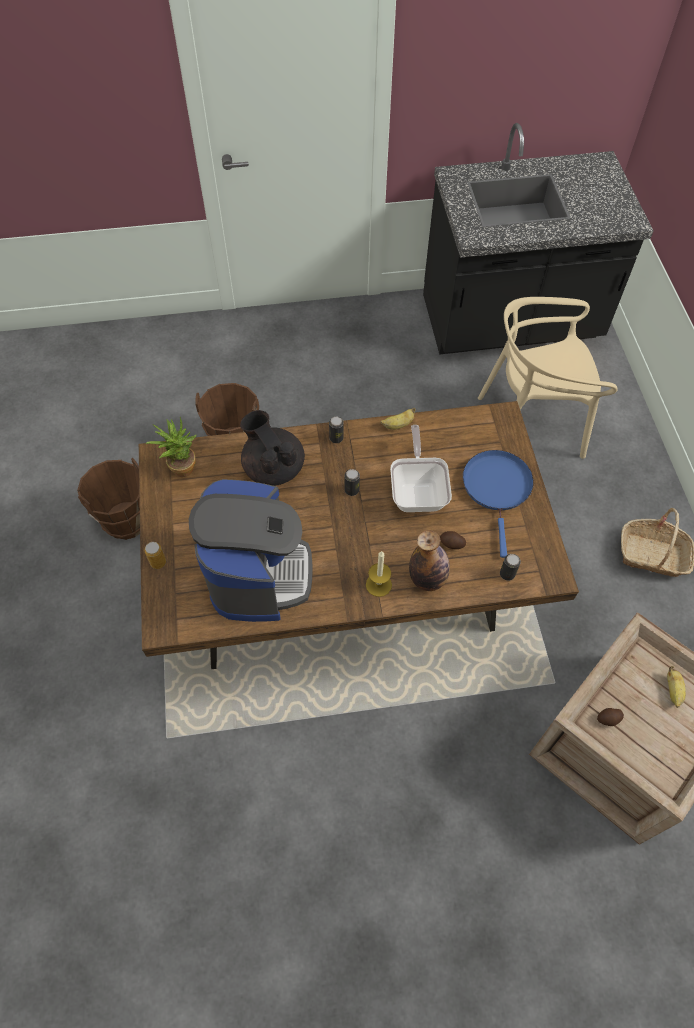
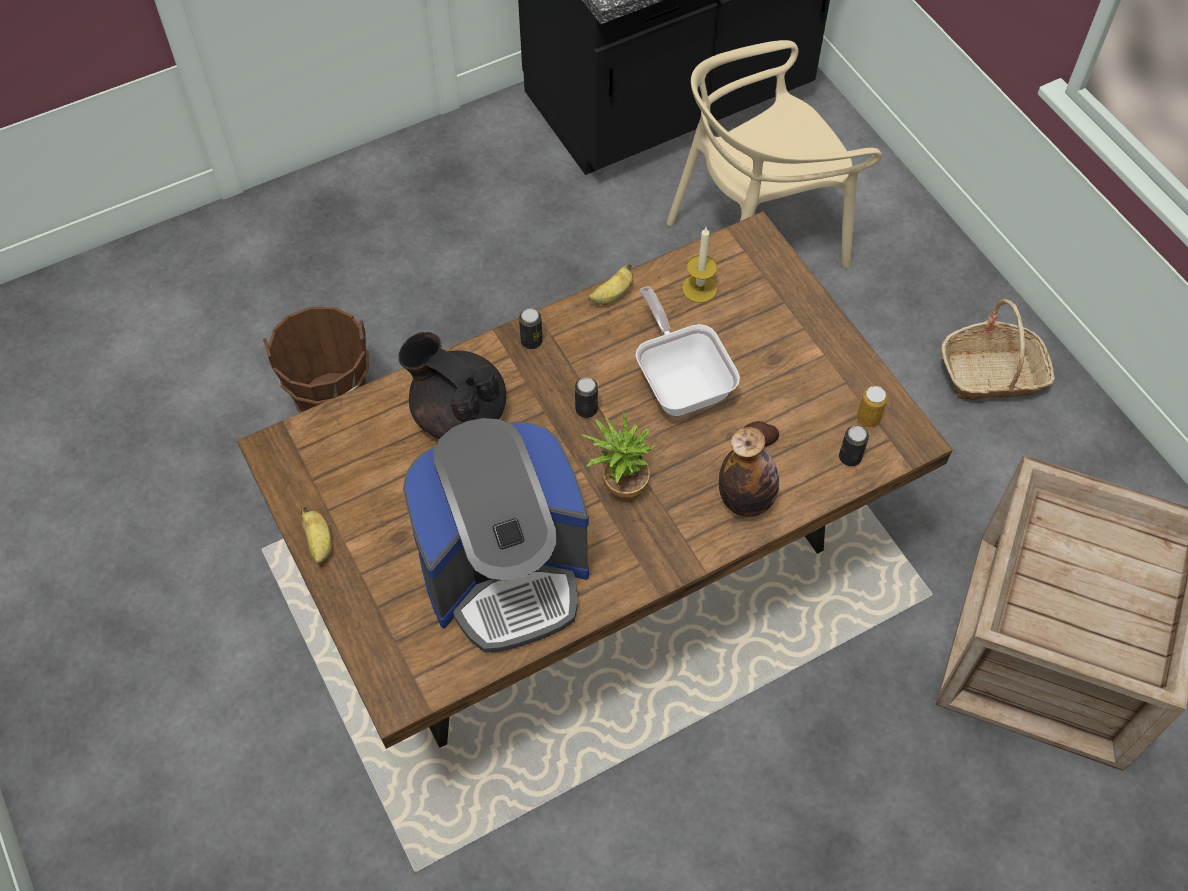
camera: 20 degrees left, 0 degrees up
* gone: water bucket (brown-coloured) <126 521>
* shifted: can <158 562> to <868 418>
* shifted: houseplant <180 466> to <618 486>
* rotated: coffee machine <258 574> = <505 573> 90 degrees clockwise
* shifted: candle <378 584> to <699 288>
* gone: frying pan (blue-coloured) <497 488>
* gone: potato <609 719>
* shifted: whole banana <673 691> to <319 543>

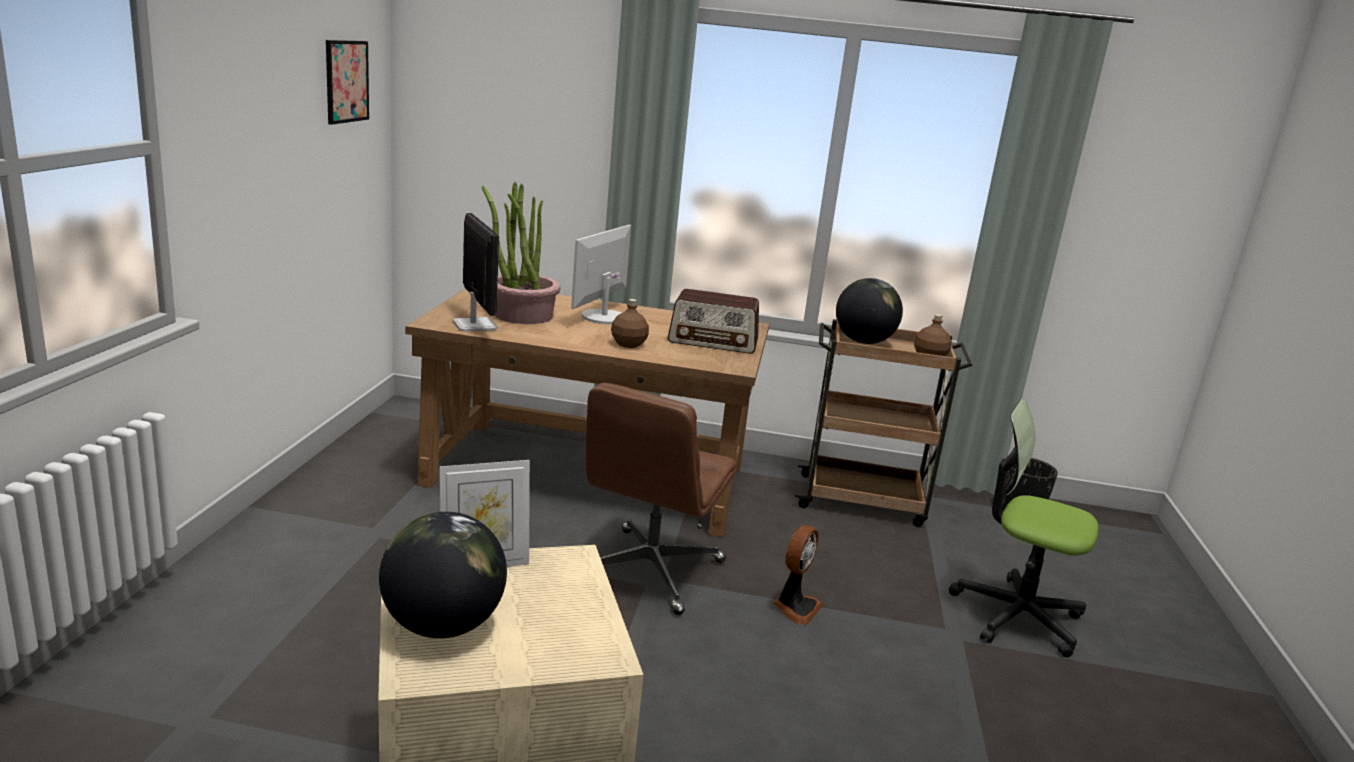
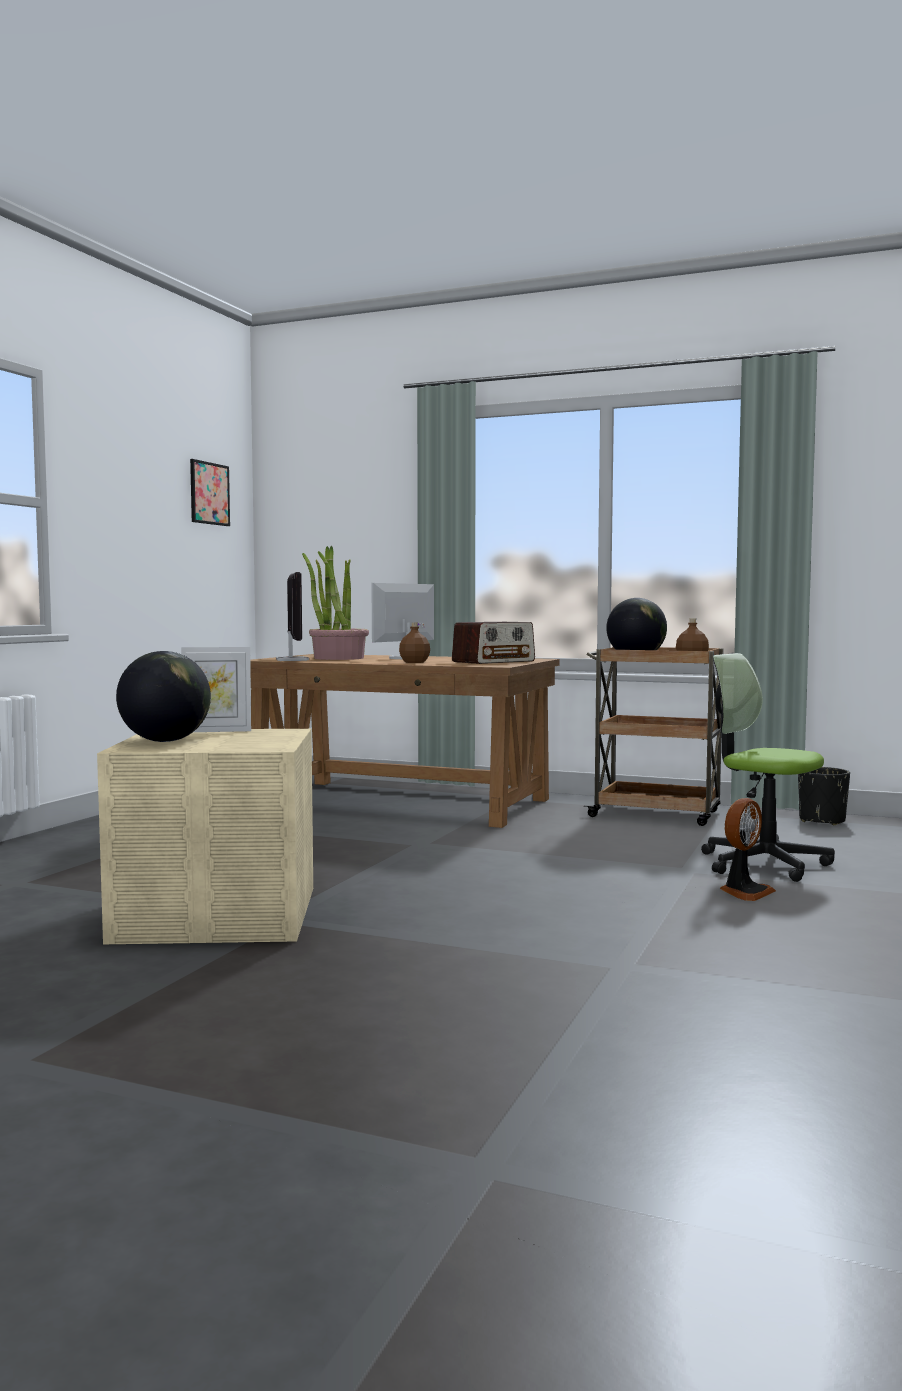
camera: 15 degrees right, 15 degrees down
* gone: office chair (brown-coloured) <649 571>
* rotated: radio receiver <713 341> = <494 661> 60 degrees counterclockwise
* shifted: cooling fan <795 607> to <744 892>

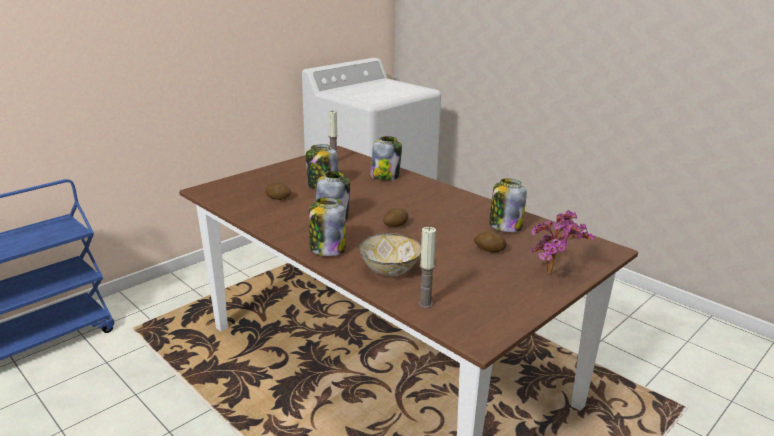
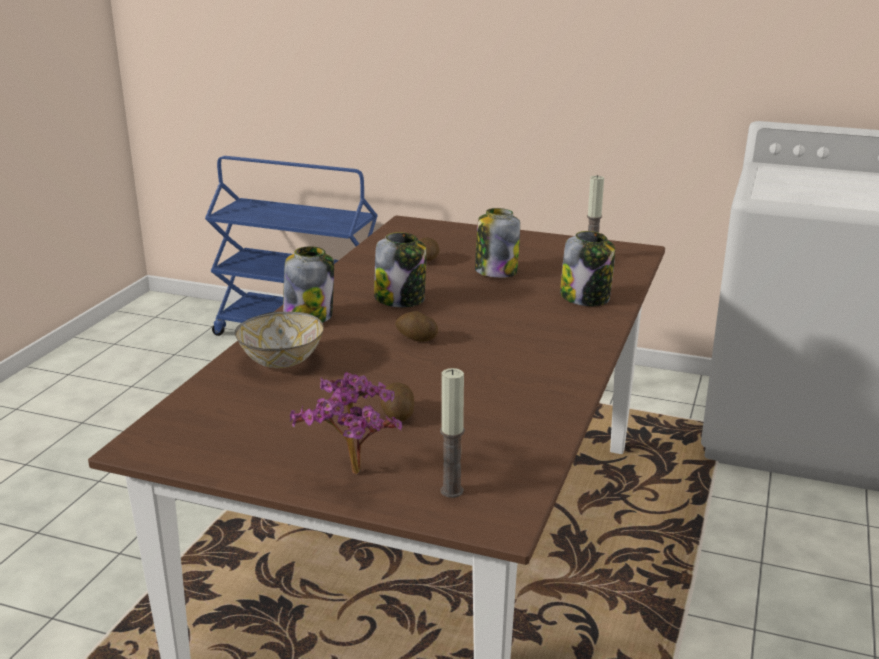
camera: 65 degrees right, 0 degrees up
* shifted: candle <425 304> to <452 491>
* gone: jar <505 226>

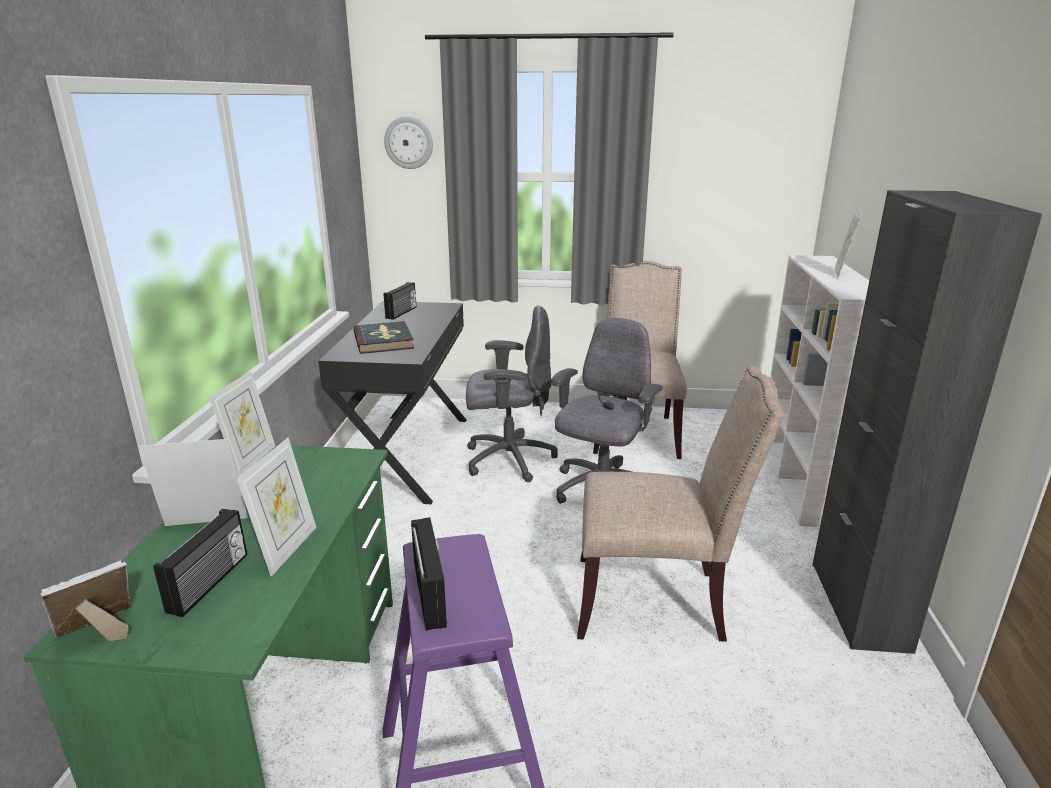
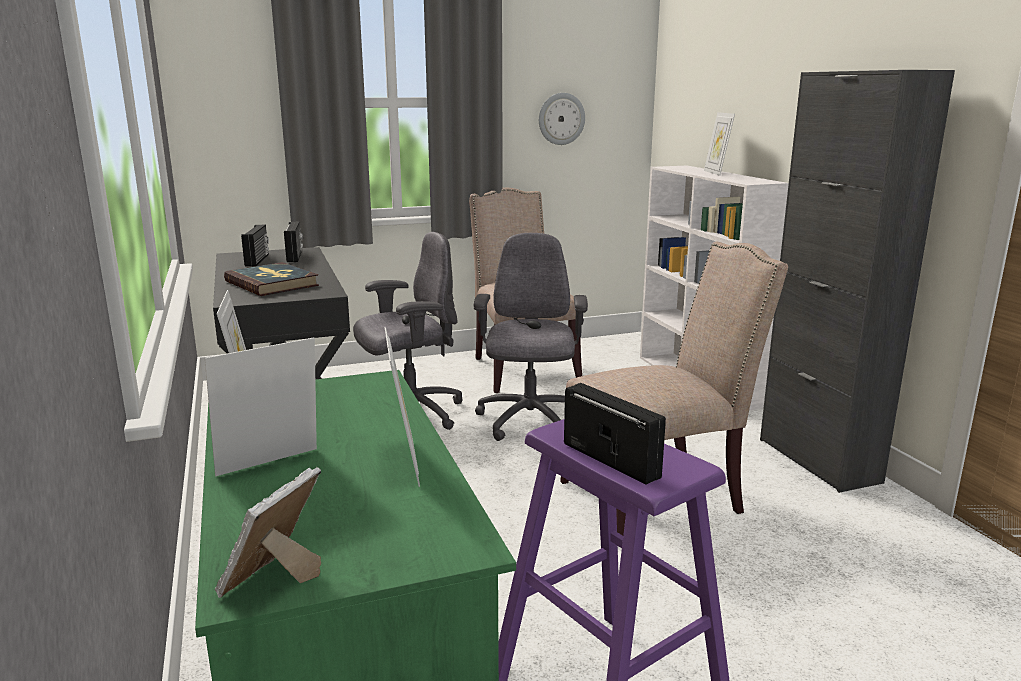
camera: 25 degrees left, 5 degrees down
* shifted: radio receiver <210 583> to <295 256>
* shifted: hanging clock <409 142> to <561 119>

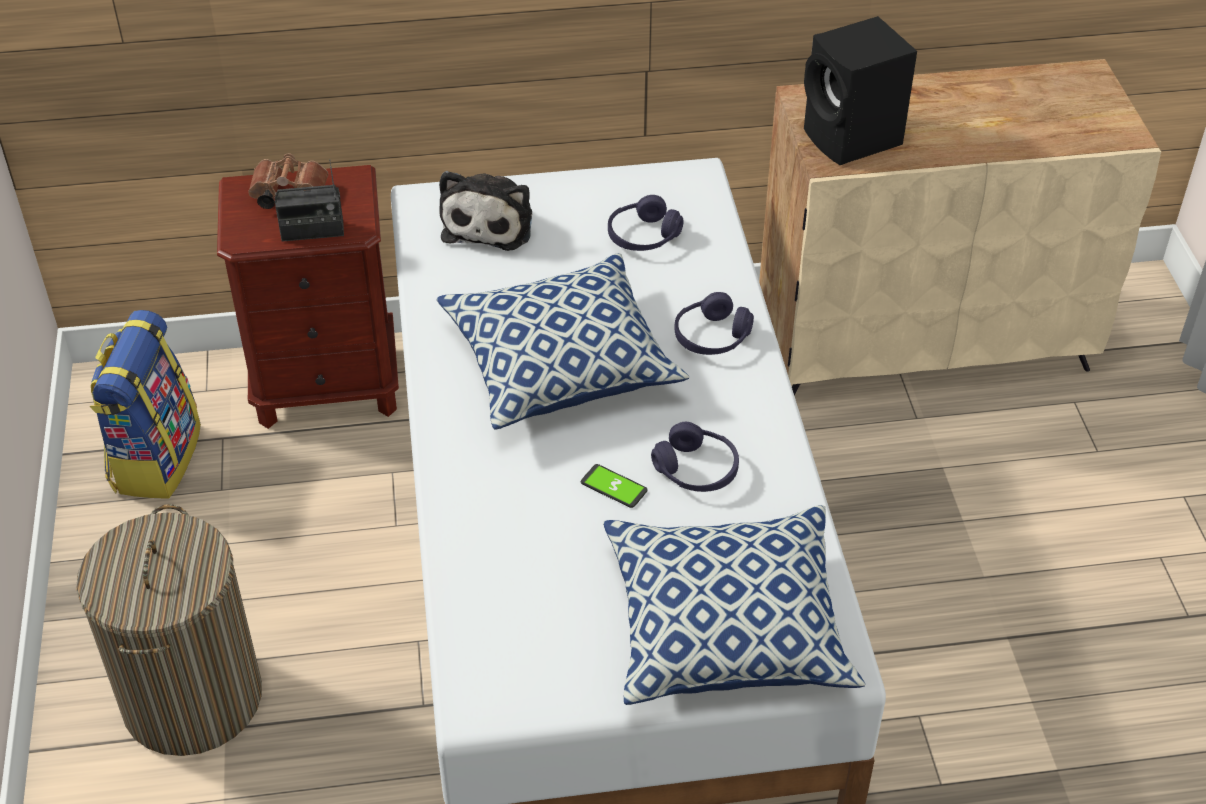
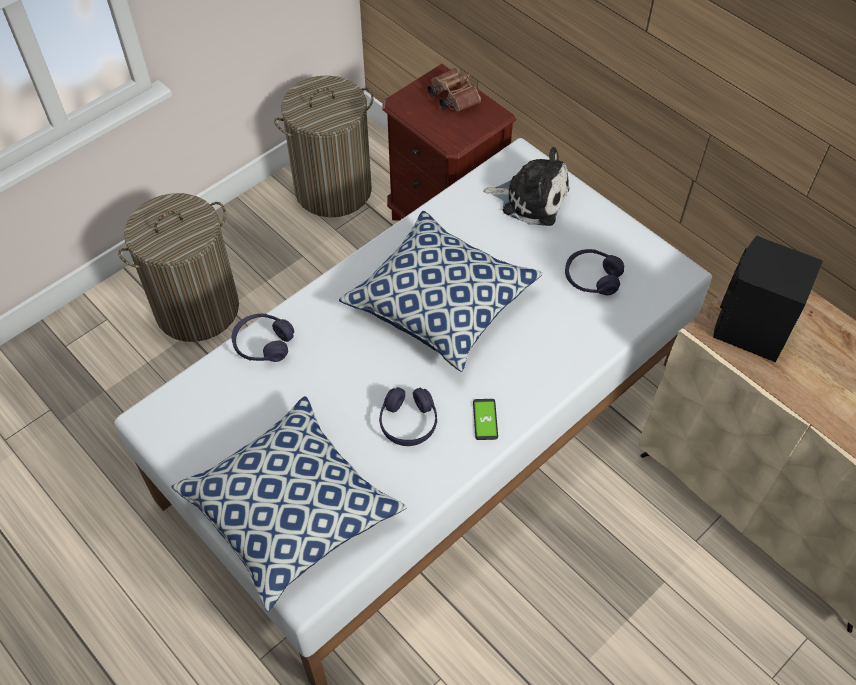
camera: 55 degrees right, 10 degrees up
* swapped: rucksack <155 458> to washing basket <333 189>
* gone: radio receiver <312 231>
* rotated: soft toy <490 223> = <531 198> 135 degrees counterclockwise
* shifted: handset <613 487> to <485 419>
* shifted: pair of headphones (purple-coloured) <711 337> to <263 344>

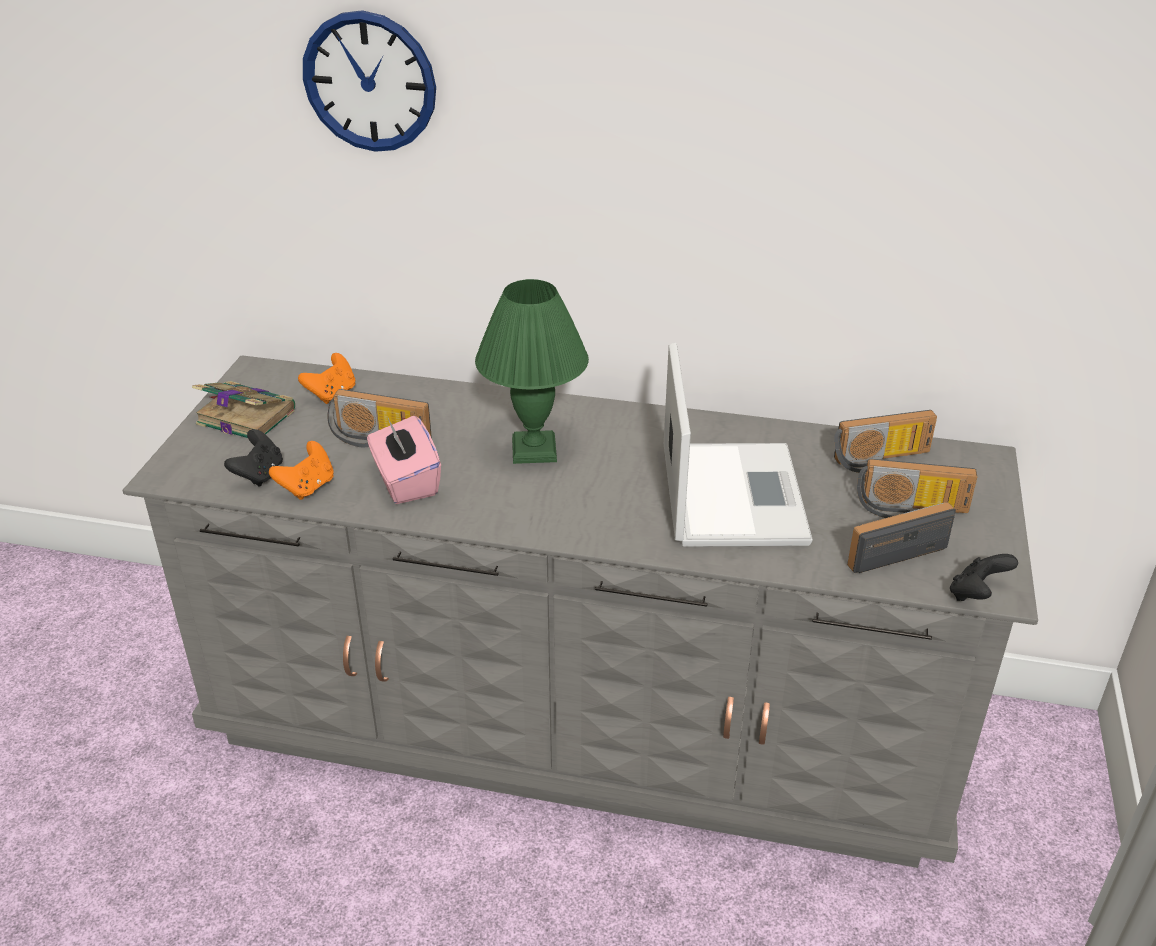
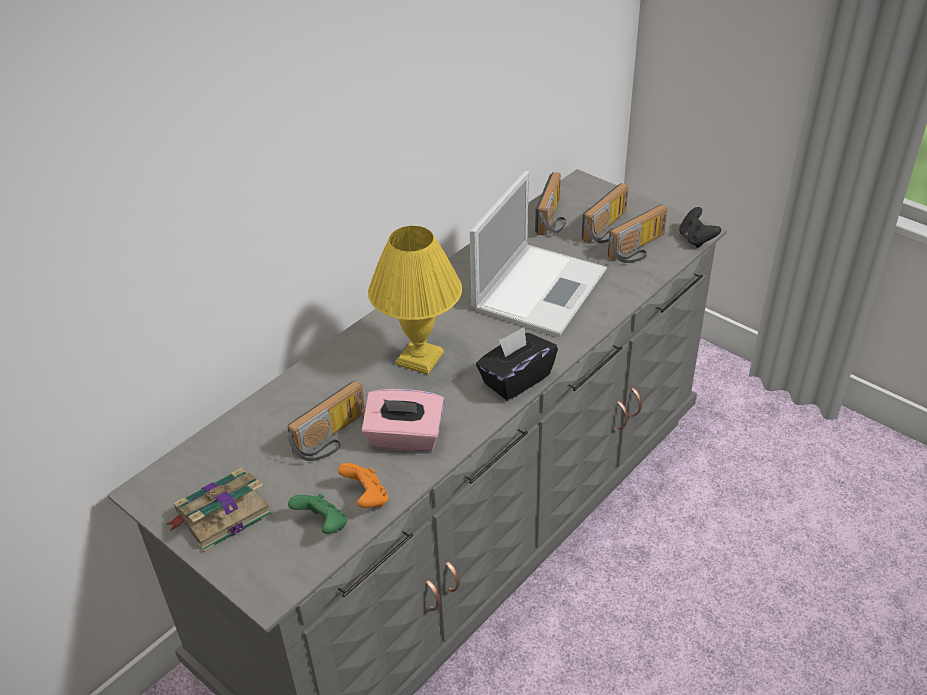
camera: 60 degrees left, 5 degrees up
* repainted: joypad (black-coloured) <259 474> to joypad (greenish) <323 525>
* gone: joypad (orange) <332 394>
* gone: hanging clock <369 82>
* repainted: tabletop lamp (greenish) <533 449> to tabletop lamp (yellow) <418 358>
* rotated: laptop <731 493> = <540 288> 90 degrees clockwise
* rotated: radio receiver <894 549> = <639 249> 135 degrees counterclockwise
* new: tissue box (black-coloured) <516 379>

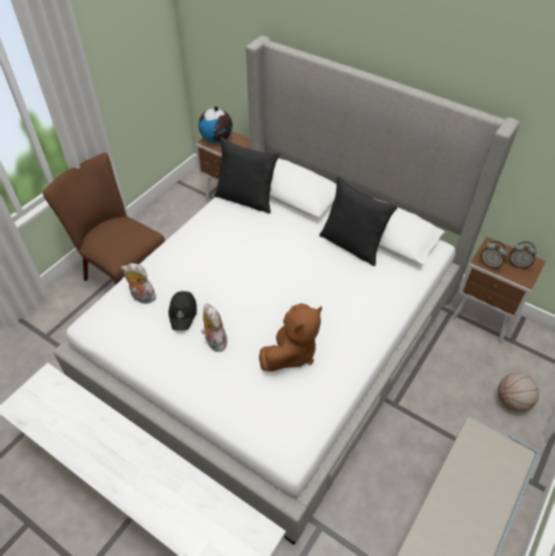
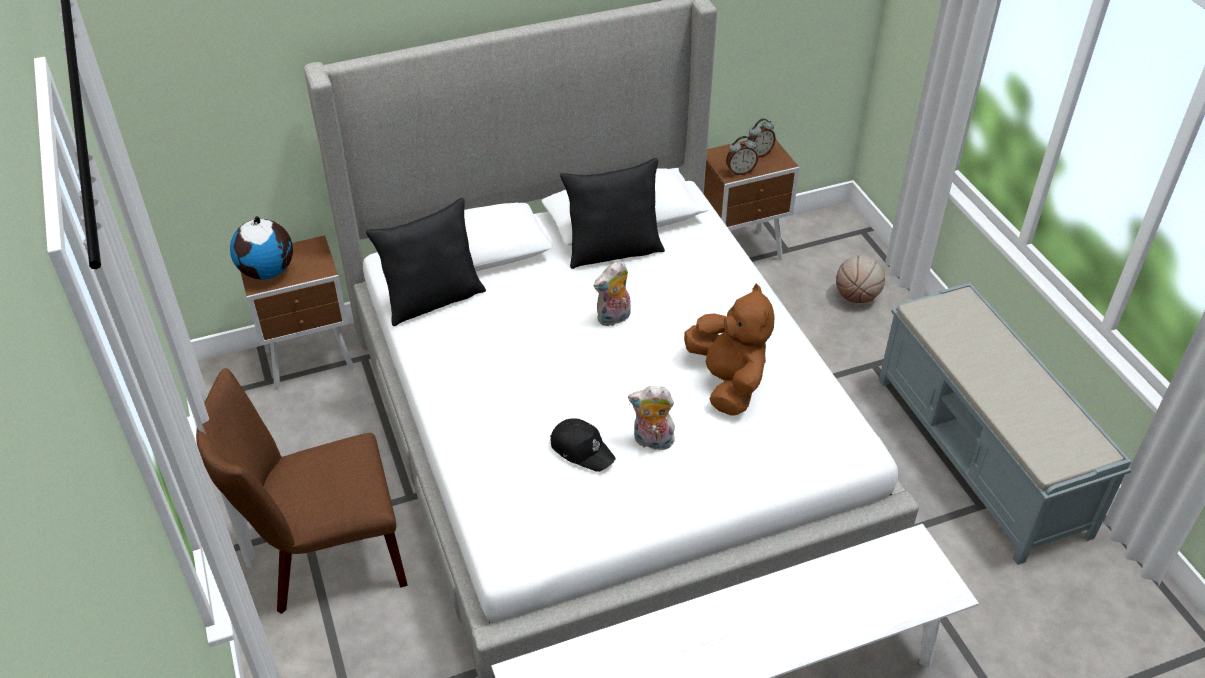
camera: 55 degrees left, 5 degrees down
* shifted: soft toy <142 298> to <614 319>

